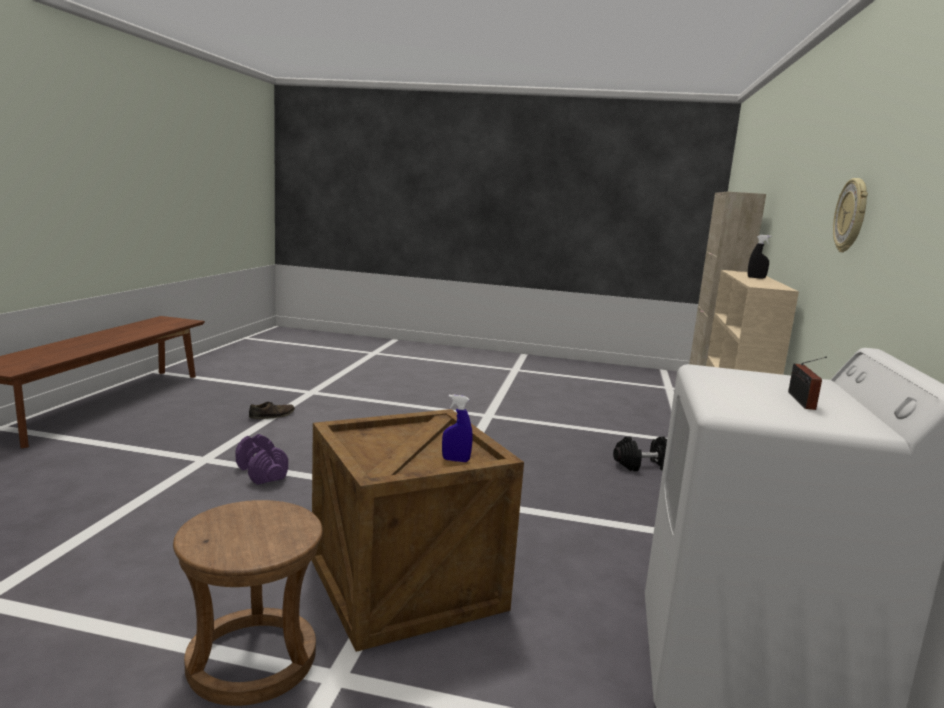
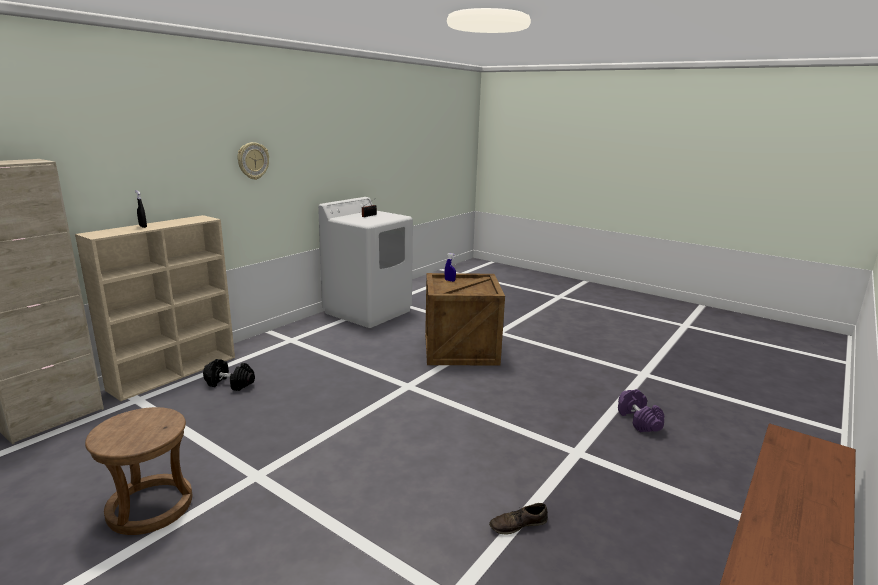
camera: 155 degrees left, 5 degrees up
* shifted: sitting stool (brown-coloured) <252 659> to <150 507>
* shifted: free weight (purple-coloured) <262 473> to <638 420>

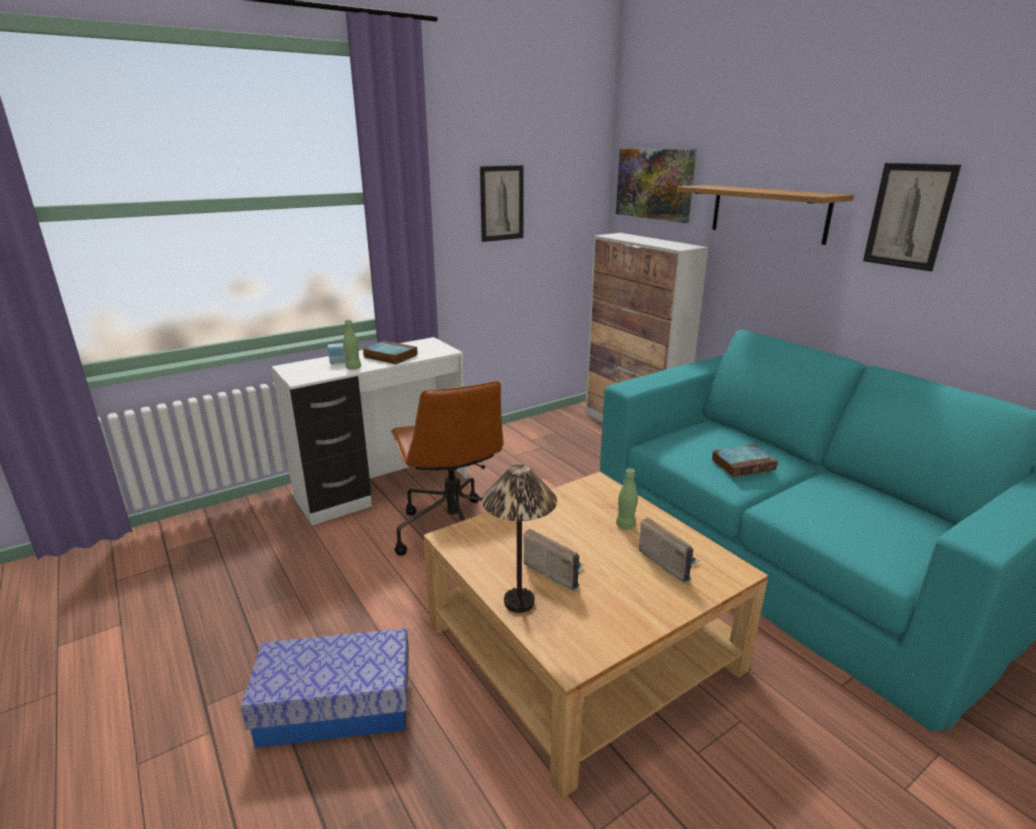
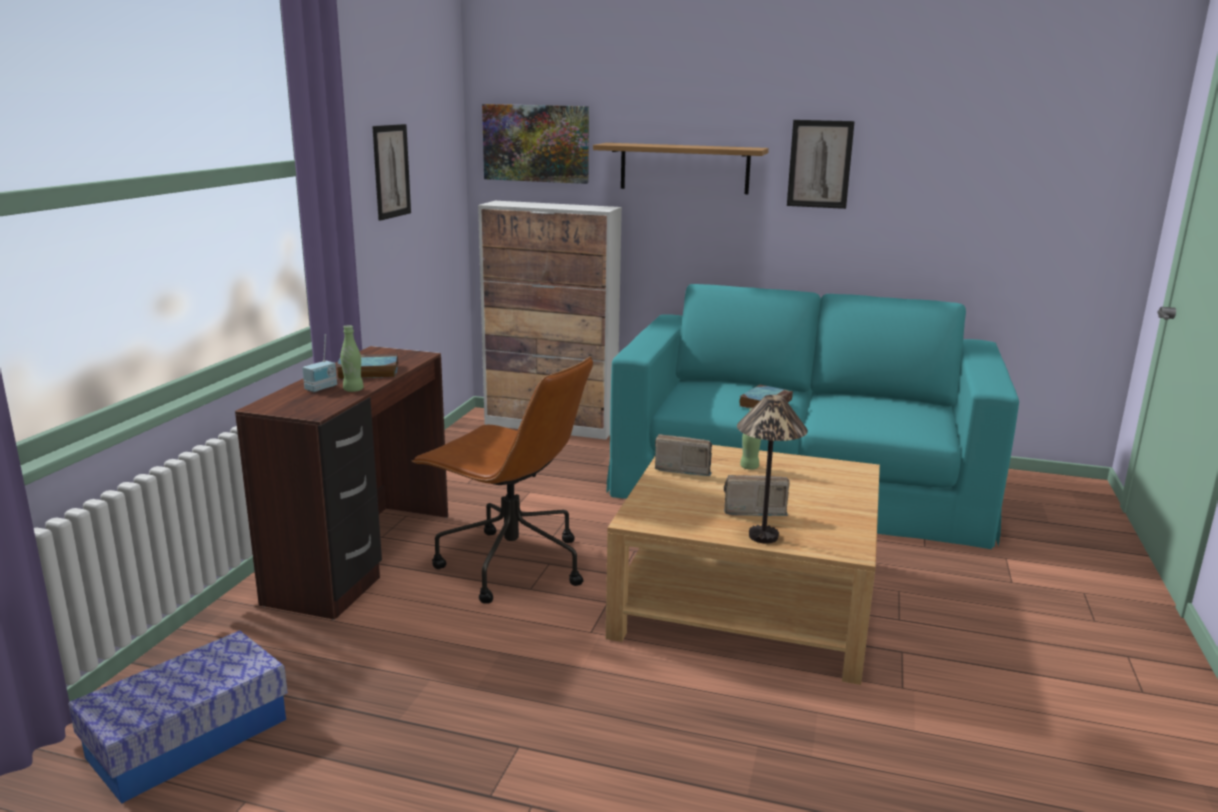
camera: 40 degrees left, 5 degrees down
* shifted: storage container <336 705> to <188 738>
* repainted: desk (whitish) <384 488> to desk (brown-coloured) <365 557>
* shifted: radio receiver <668 561> to <682 469>

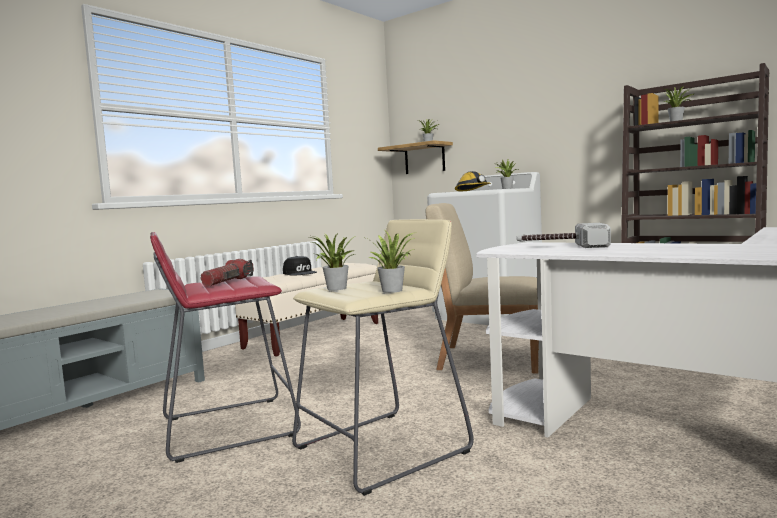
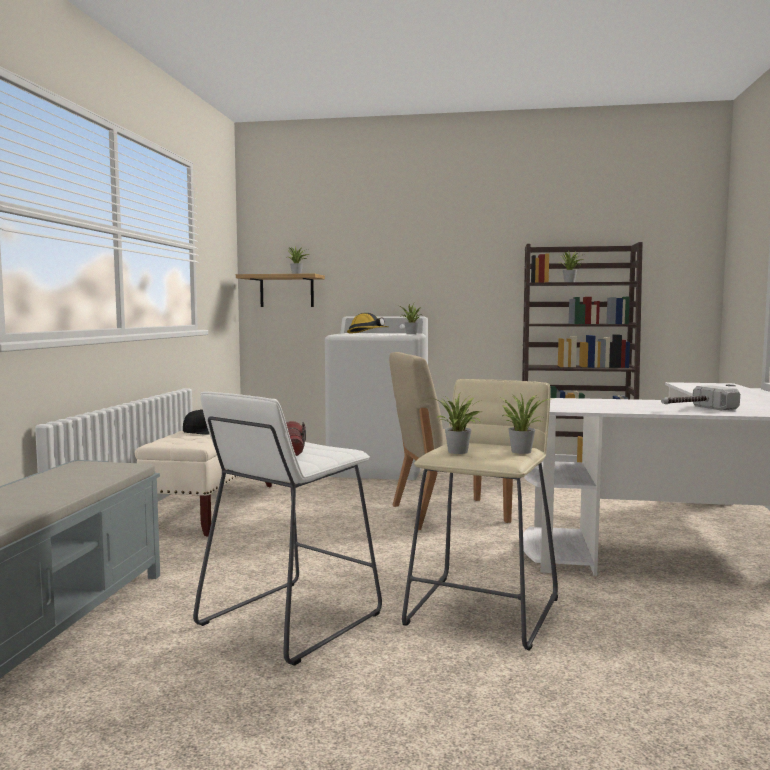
camera: 30 degrees left, 0 degrees up
* repainted: sitting stool (red-coloured) <228 427> to sitting stool (whitish) <290 620>
* shifted: hammer <561 247> to <694 409>

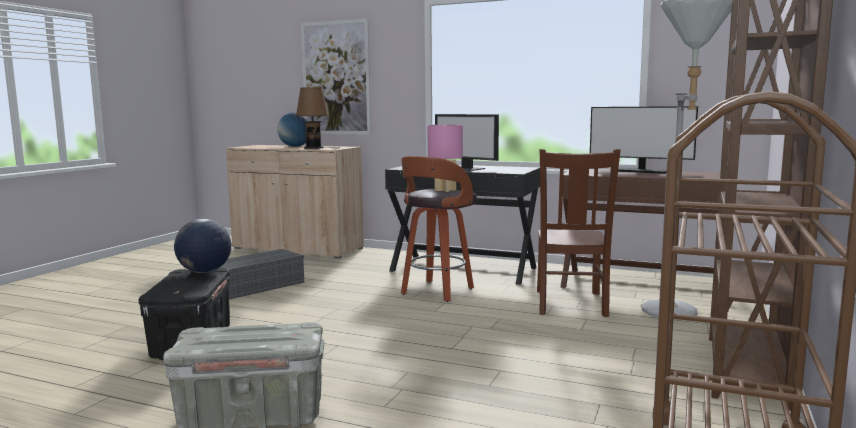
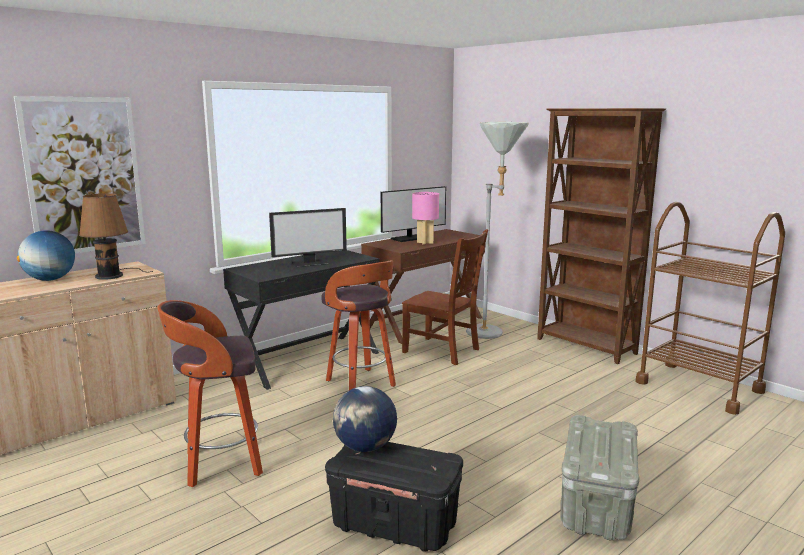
camera: 65 degrees left, 5 degrees up
* swapped: storage container (grey) <257 286> to sitting stool <221 465>
* shifted: tabletop lamp (pink) <445 190> to <425 242>

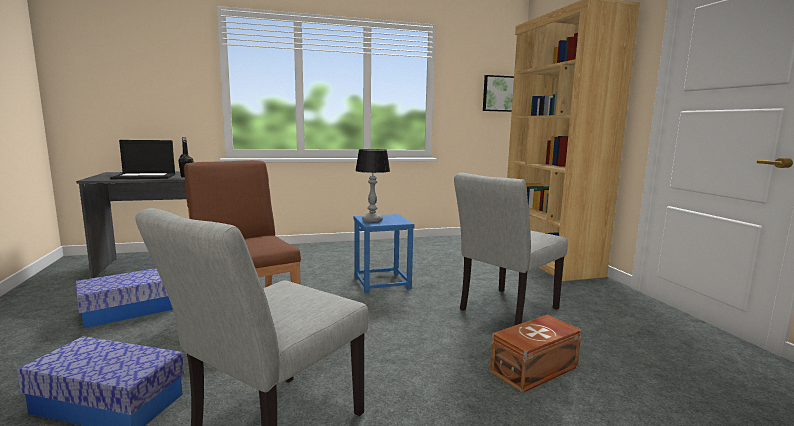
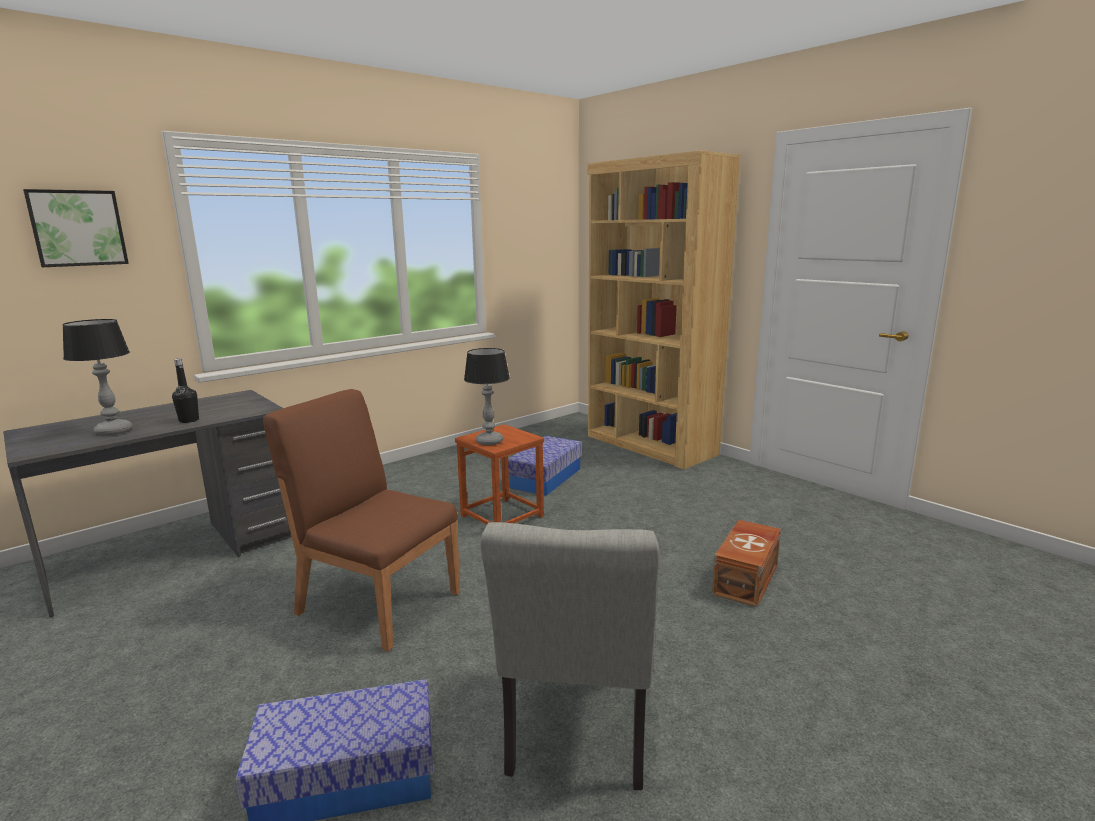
camera: 25 degrees left, 5 degrees up
* shifted: storage container <131 310> to <546 478>
* swapped: laptop <145 176> to tabletop lamp <114 431>
* repainted: sitting stool (blue-coloured) <382 283> to sitting stool (brown-coloured) <502 516>
* gone: plain chair (grey) <504 311>
* shifted: picture <499 93> to <77 228>

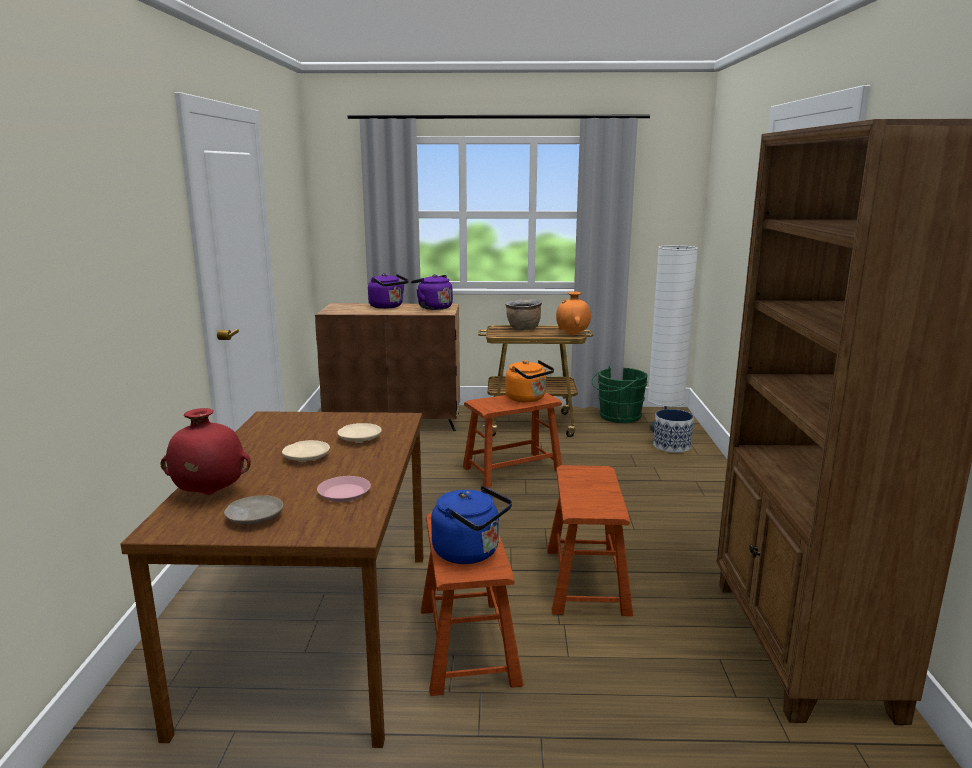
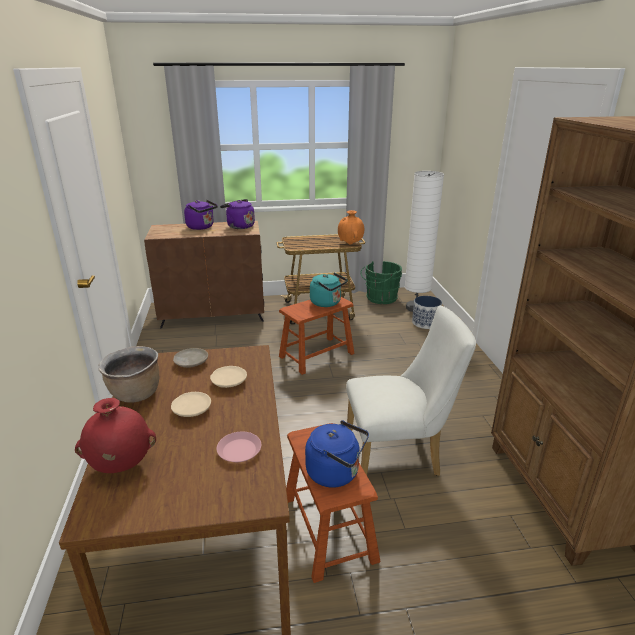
camera: 10 degrees left, 10 degrees up
* shifted: flat dish (sand-coloured) <254 518> to <191 362>
* shifted: saucepot (brown-coloured) <523 329> to <135 394>
* repainted: tea kettle (orange) <528 399> to tea kettle (blue-green) <327 303>
* swapped: sitting stool (brown-coloured) <586 580> to plain chair (whitish) <399 455>

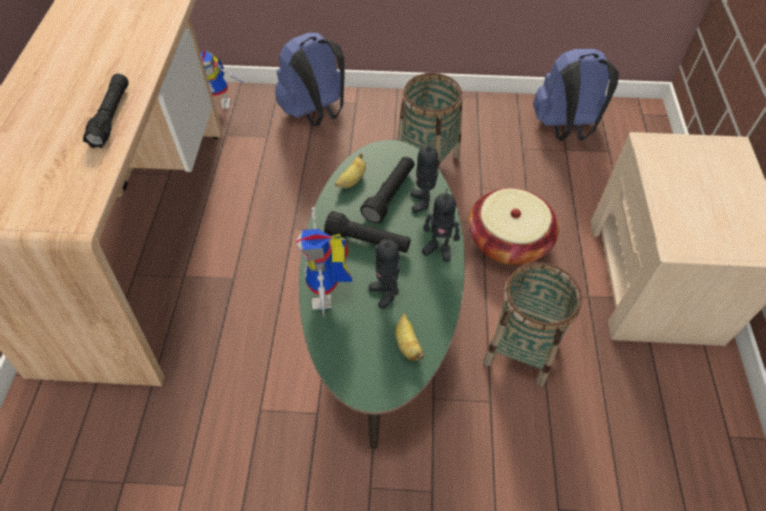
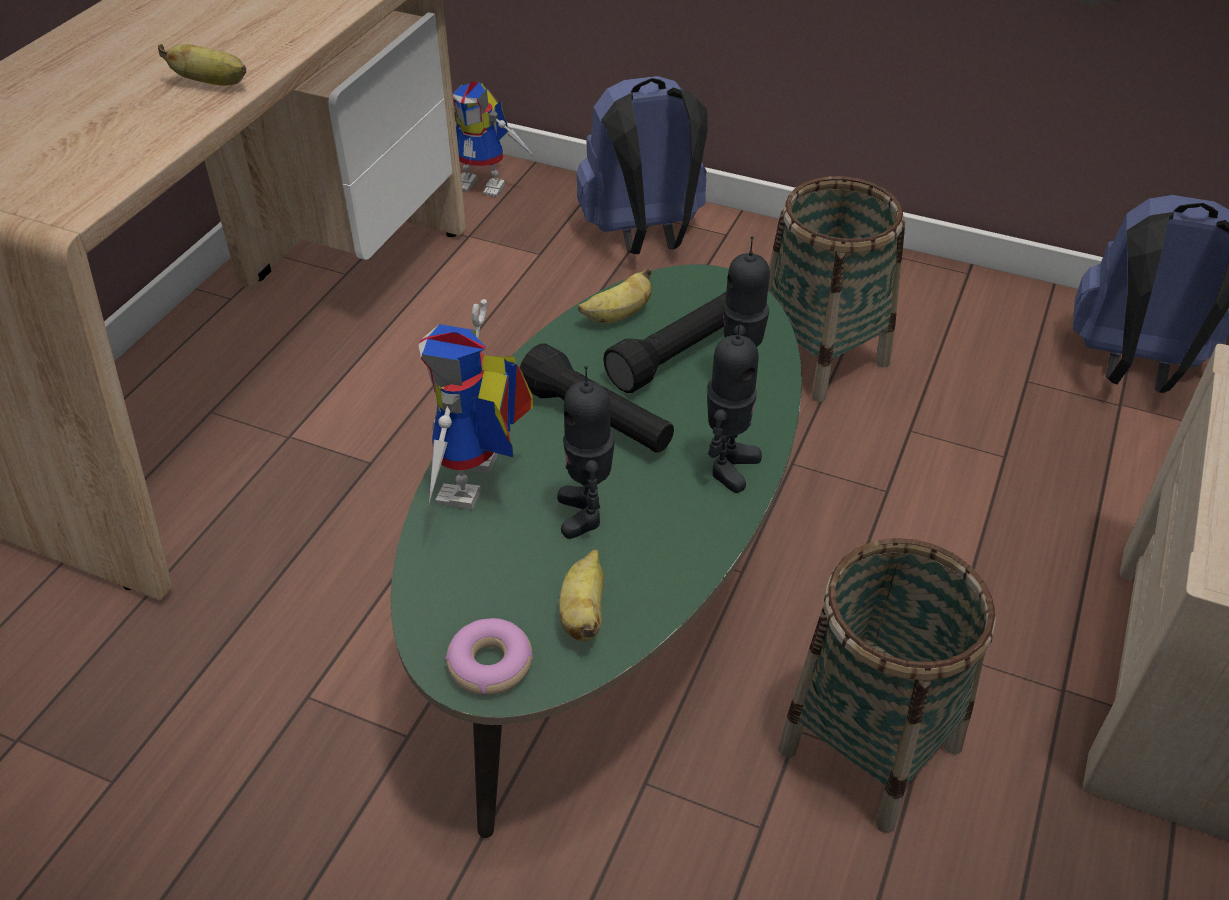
camera: 20 degrees right, 10 degrees down
* swapped: hand torch (black-coloured) <111 117> to whole banana <213 83>
* rotated: model robot <439 249> = <728 467> 105 degrees counterclockwise
* gone: basket <508 241>
* new: donut <490 664>

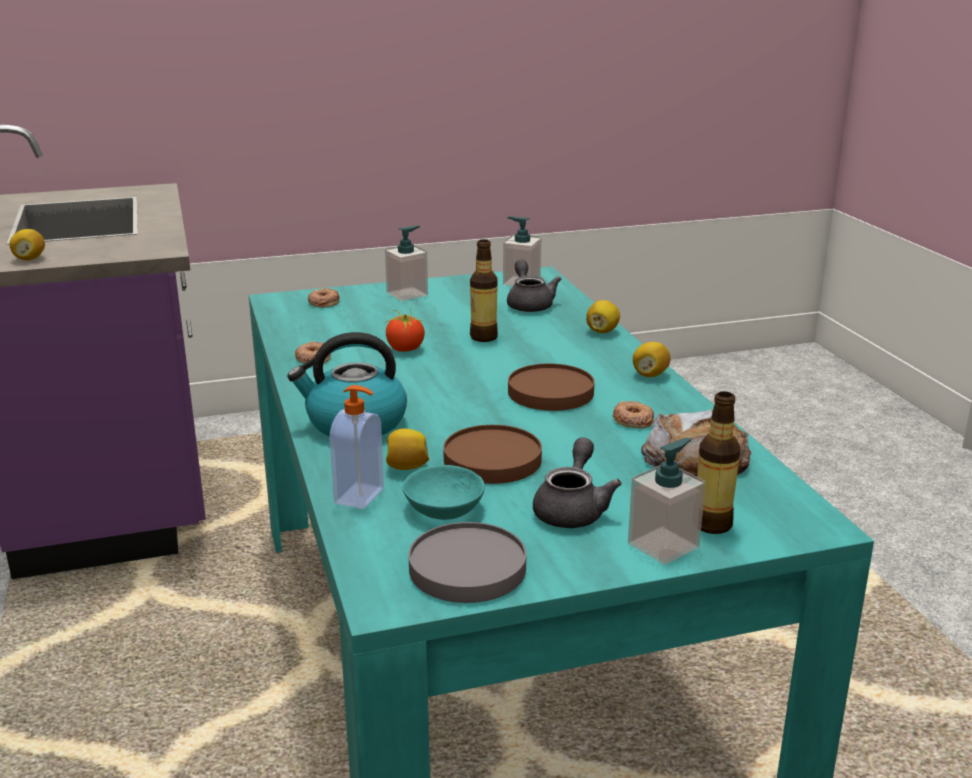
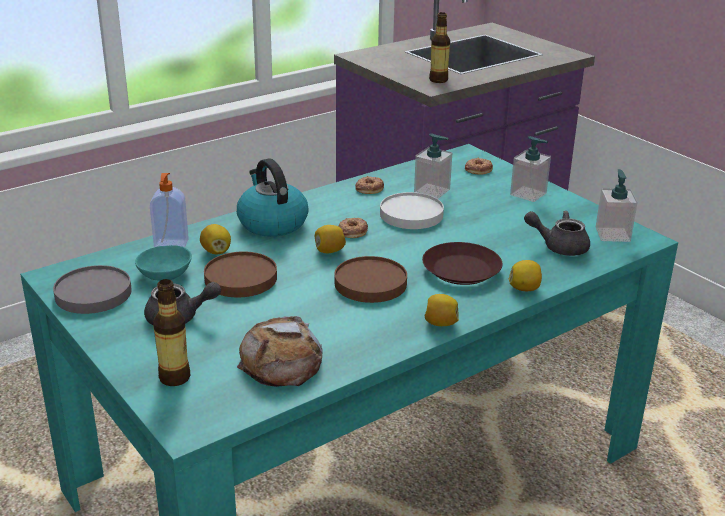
camera: 70 degrees right, 5 degrees up
* shifted: lemon <30 259> to <329 251>
* swapped: fresh tomato <405 349> to flat dish (whitish) <411 215>
* shifted: bottle <483 337> to <438 80>
* rotated: pot for tea (grey) <529 304> = <559 246> 135 degrees counterclockwise
* shifted: donut <632 420> to <352 231>
* shifted: liquid soap bottle <663 545> to <432 191>
* new: flat dish (brown-coloured) <460 270>

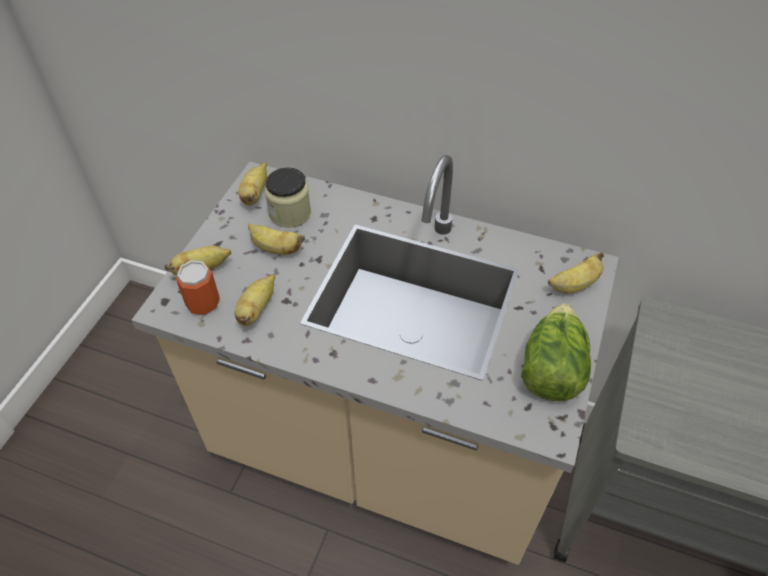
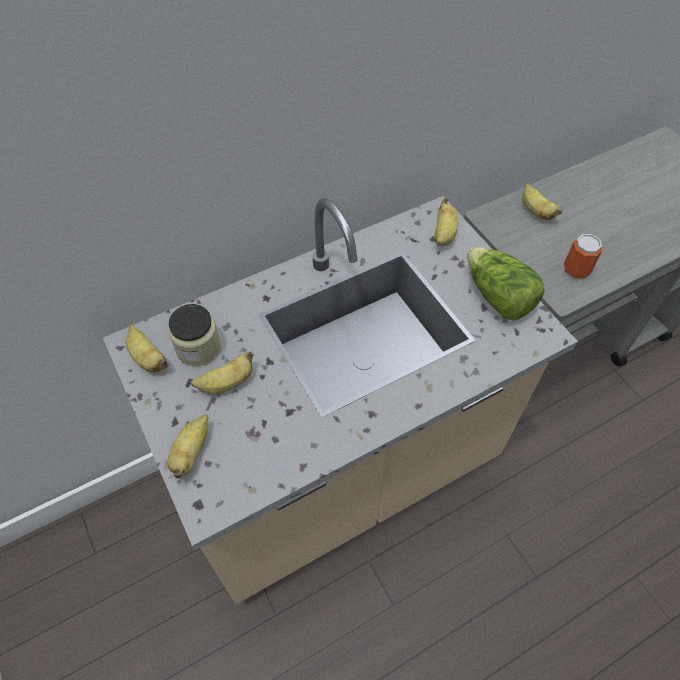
camera: 50 degrees left, 5 degrees up
* shifted: can <203 304> to <576 270>
* shifted: whole banana <256 309> to <535 211>

